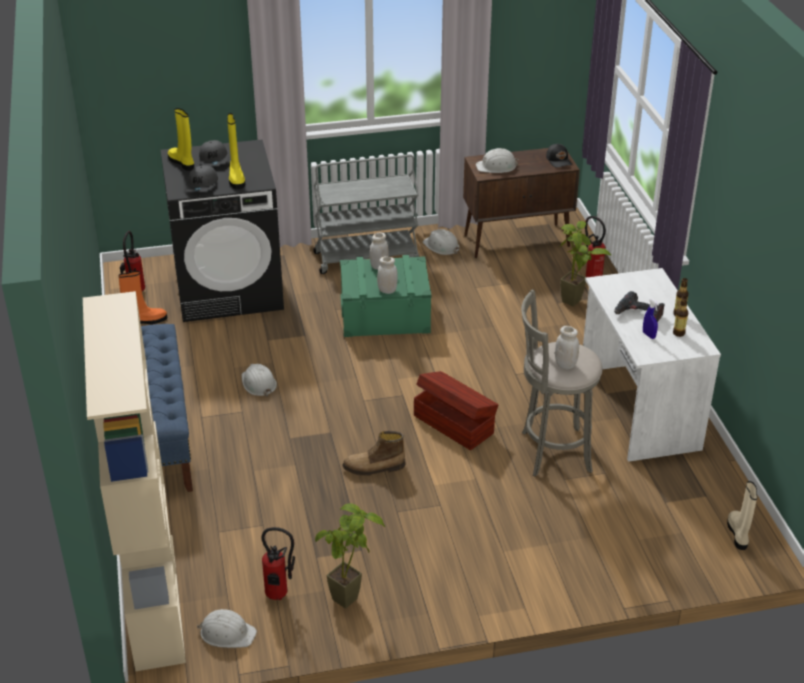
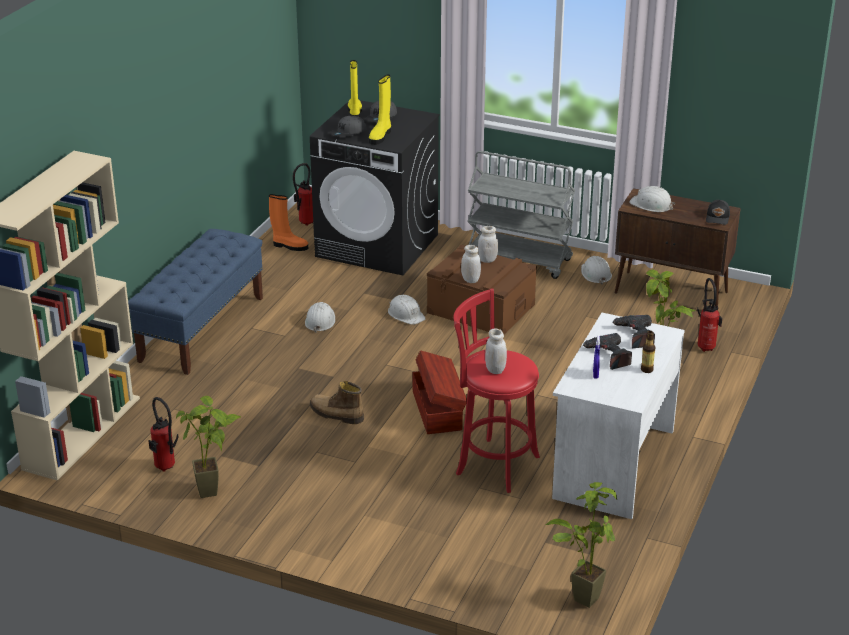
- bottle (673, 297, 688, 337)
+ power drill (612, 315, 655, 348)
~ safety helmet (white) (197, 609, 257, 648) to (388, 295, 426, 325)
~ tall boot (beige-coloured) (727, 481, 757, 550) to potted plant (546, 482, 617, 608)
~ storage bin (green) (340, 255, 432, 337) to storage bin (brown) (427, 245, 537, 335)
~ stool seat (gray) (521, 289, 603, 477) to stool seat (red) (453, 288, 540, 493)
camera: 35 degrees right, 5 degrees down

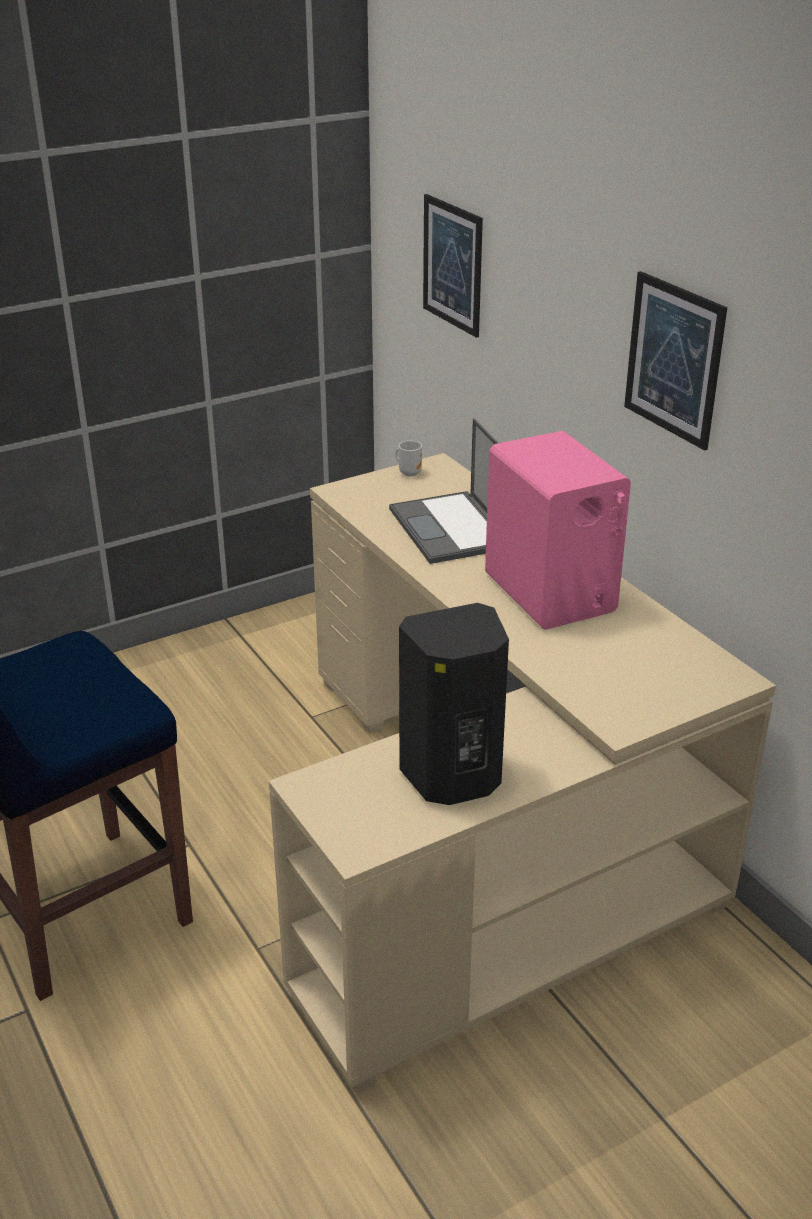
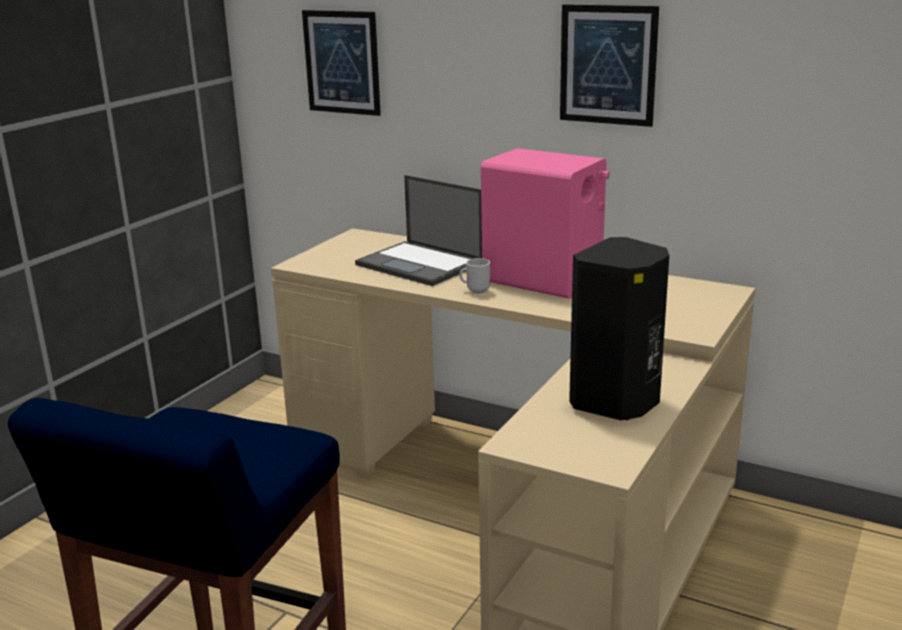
~ coffee mug (395, 441, 422, 477) to (459, 258, 490, 294)
camera: 30 degrees left, 10 degrees down

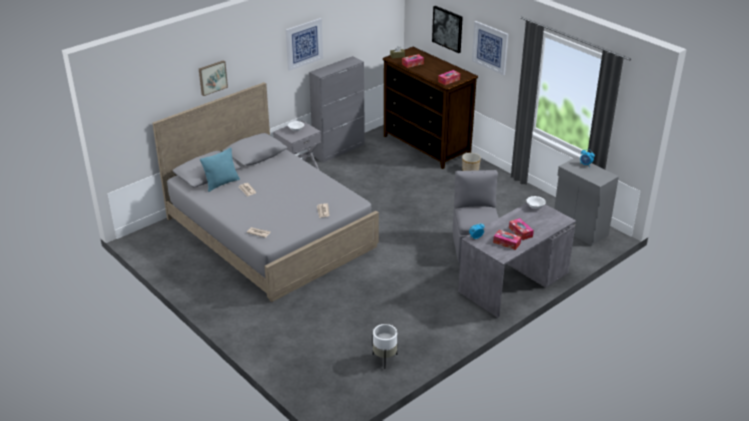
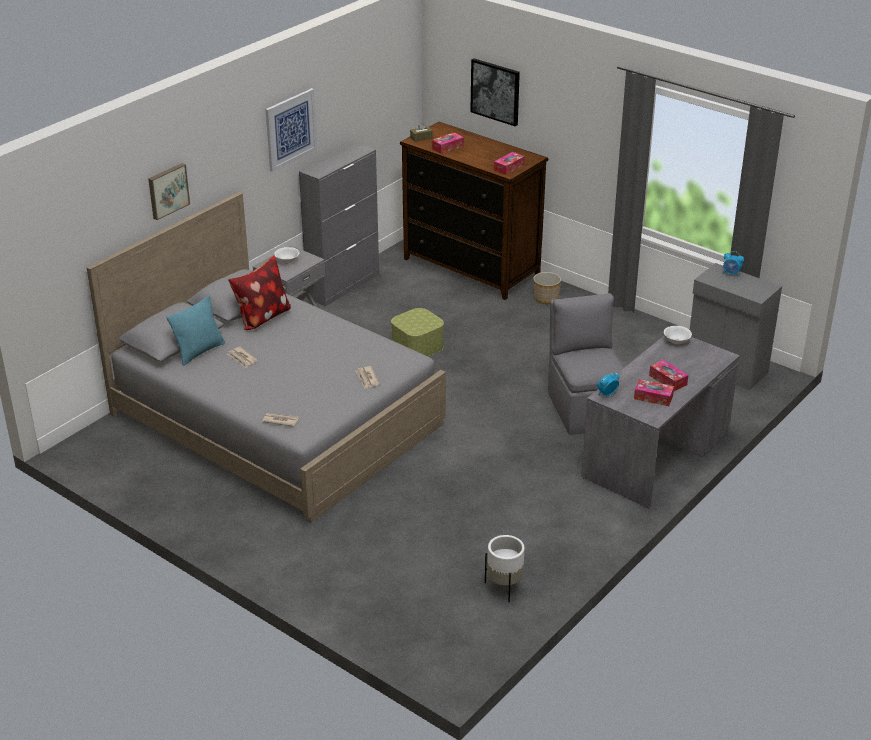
- picture (472, 21, 509, 75)
+ cushion (228, 256, 291, 330)
+ storage bin (391, 308, 444, 357)
camera: 10 degrees left, 0 degrees up

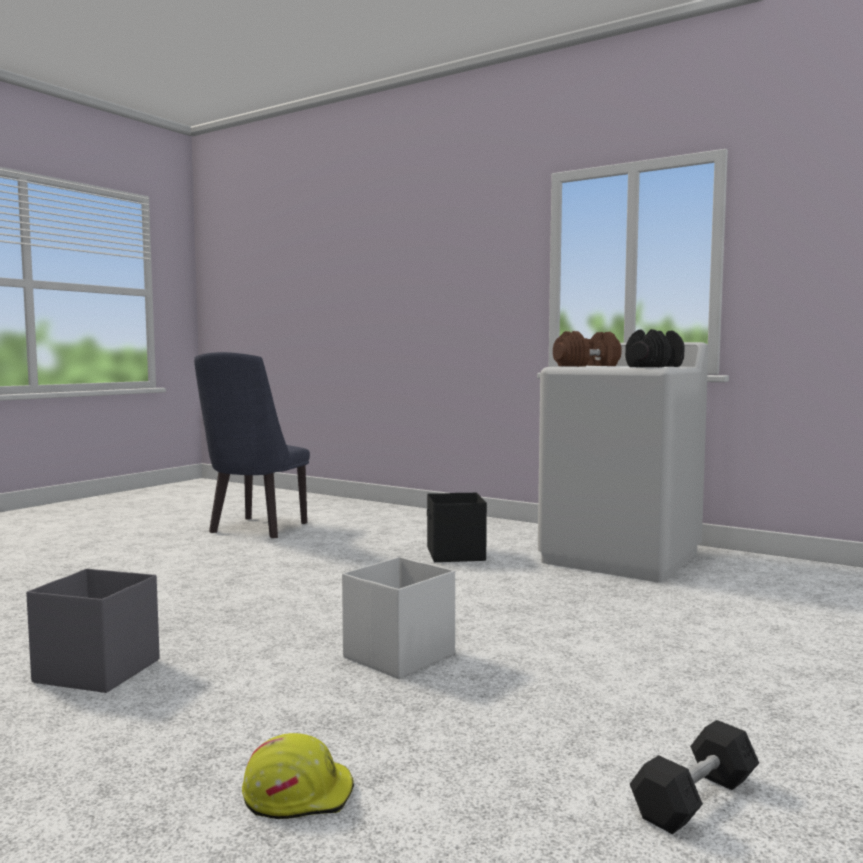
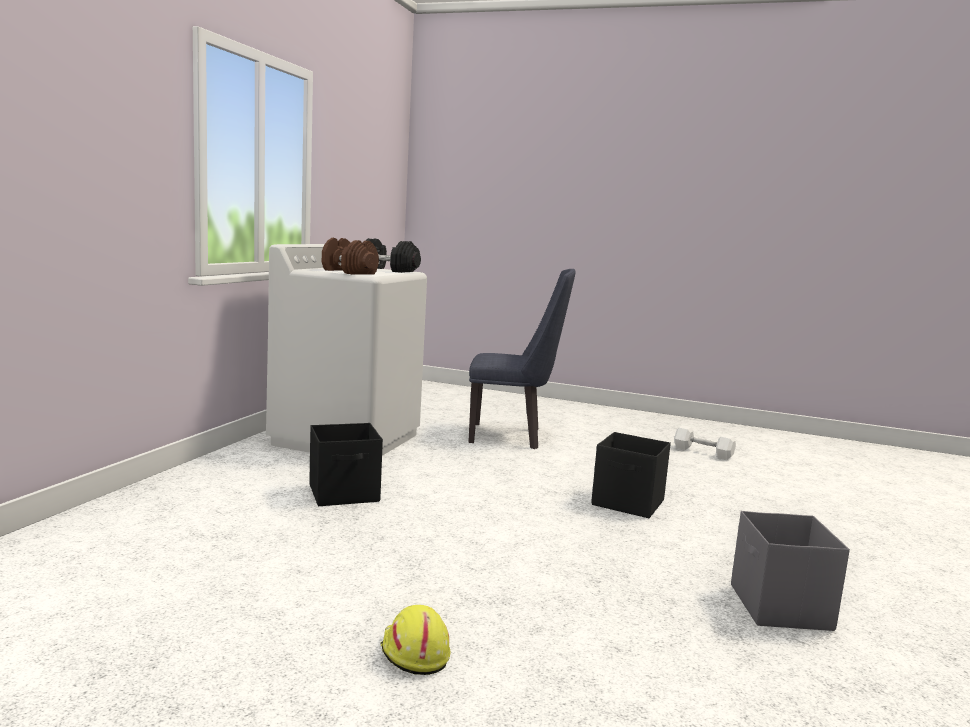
~ upright chair (bluish) (194, 352, 310, 538) to (468, 269, 576, 449)
~ safety helmet (yellowish) (242, 733, 354, 819) to (381, 605, 451, 675)
~ storage bin (white) (342, 557, 455, 679) to storage bin (black) (591, 432, 671, 518)
~ free weight (black) (630, 720, 759, 834) to free weight (white) (674, 425, 736, 460)
camera: 105 degrees left, 5 degrees up

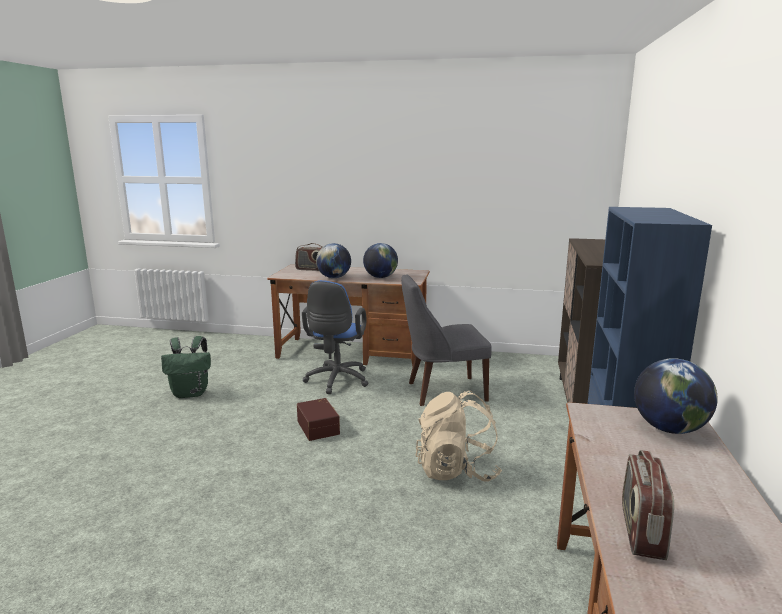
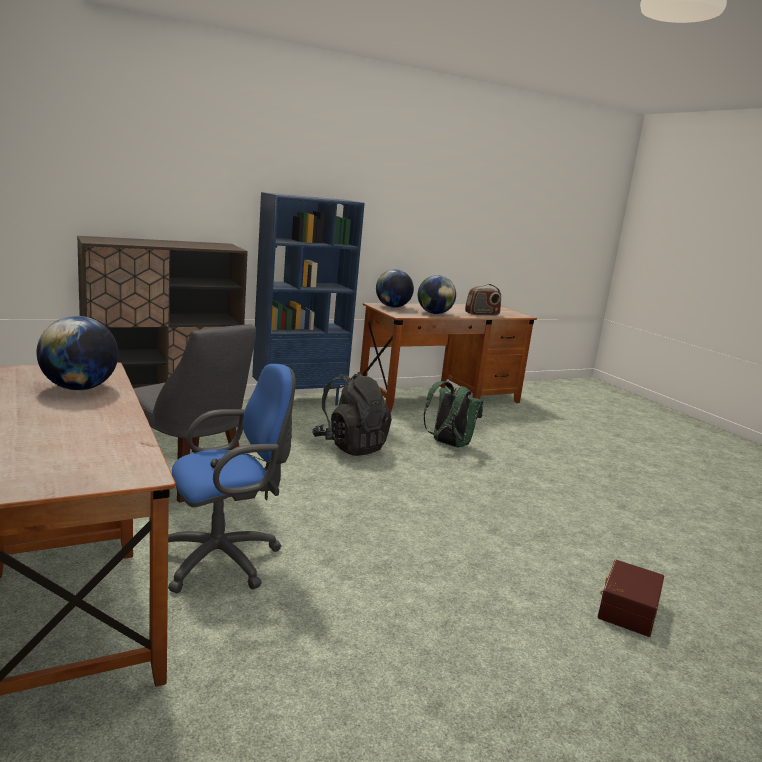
- radio receiver (295, 243, 322, 271)
~ backpack (green) (161, 336, 211, 398) to (423, 381, 484, 447)
~ storage bin (brown) (297, 398, 340, 441) to (597, 560, 664, 637)
~ world globe (316, 243, 351, 278) to (418, 275, 456, 314)
~ backpack (beige-coloured) (415, 391, 502, 481) to backpack (black) (312, 372, 392, 456)
camera: 130 degrees left, 0 degrees up

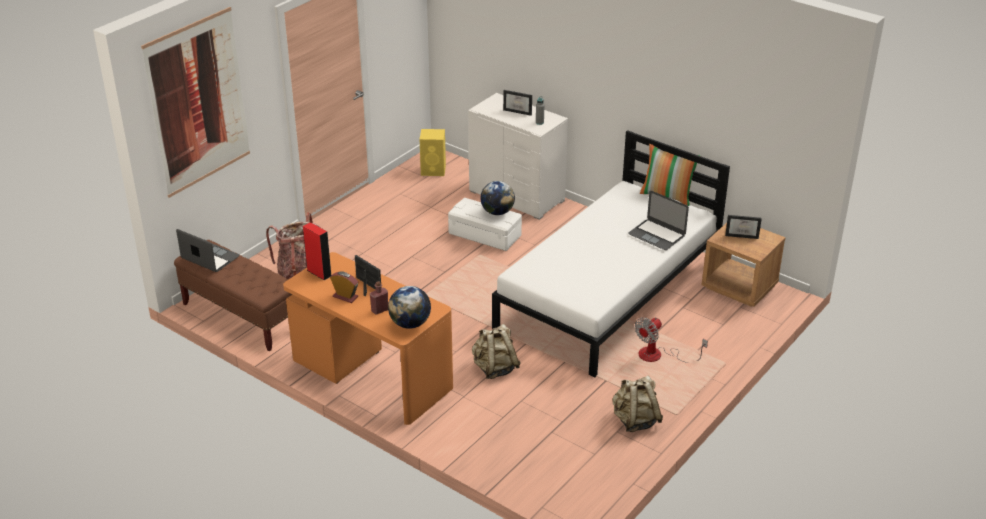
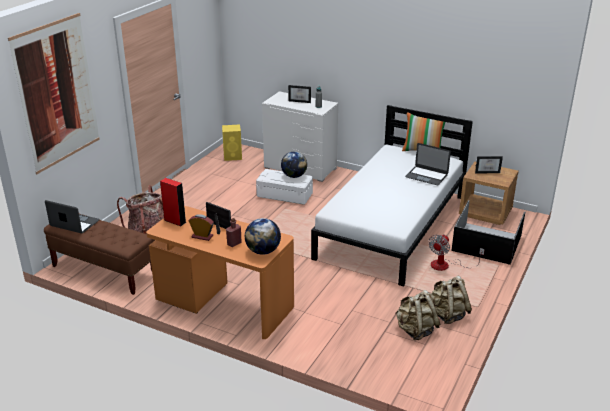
+ storage bin (black) (451, 200, 525, 265)
~ backpack (beige-coloured) (472, 324, 521, 379) to (396, 290, 440, 340)
camera: 10 degrees left, 5 degrees down

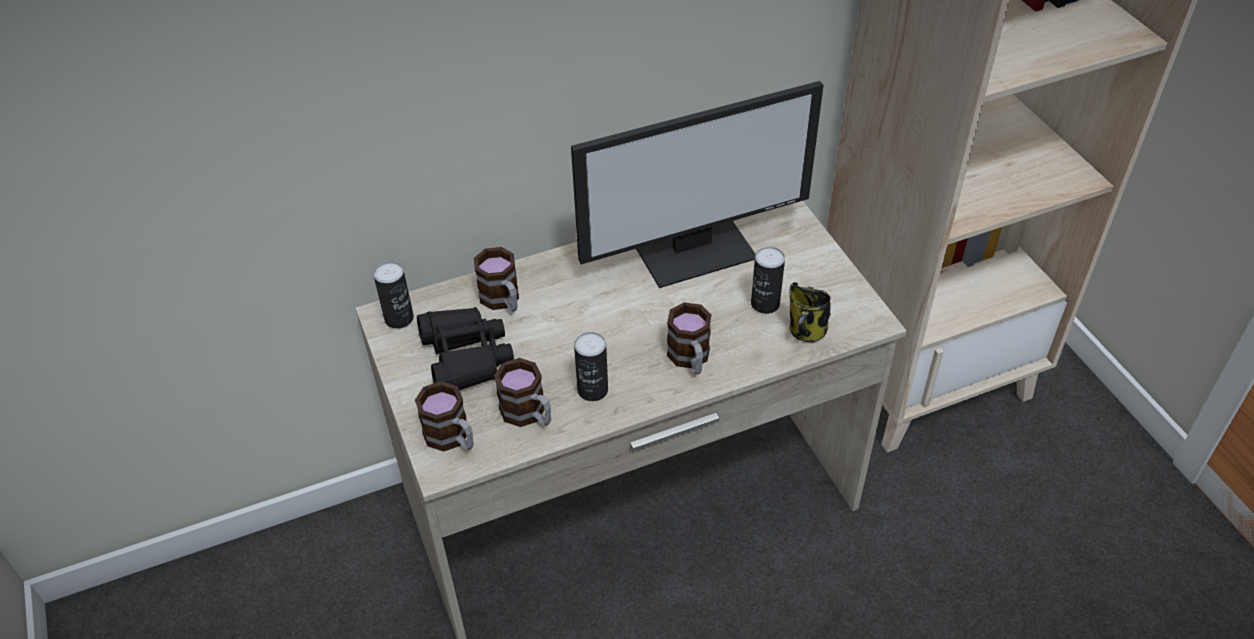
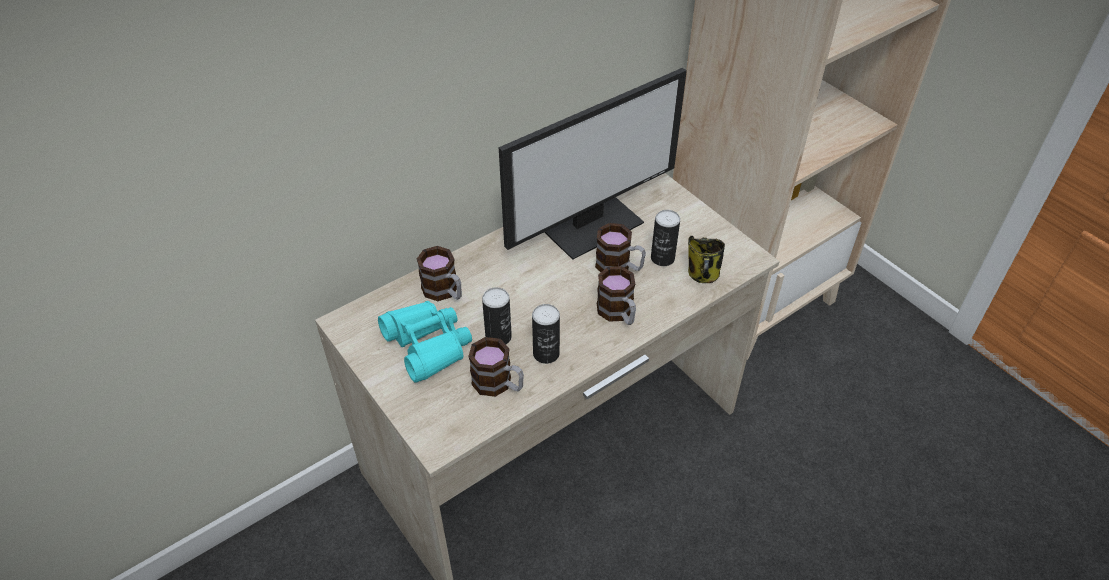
~ metal can (373, 261, 414, 329) to (482, 287, 512, 344)
~ coffee mug (415, 381, 474, 452) to (595, 223, 646, 272)
~ field glasses (black) (417, 307, 514, 390) to field glasses (blue-green) (378, 301, 472, 383)
camera: 15 degrees left, 0 degrees up

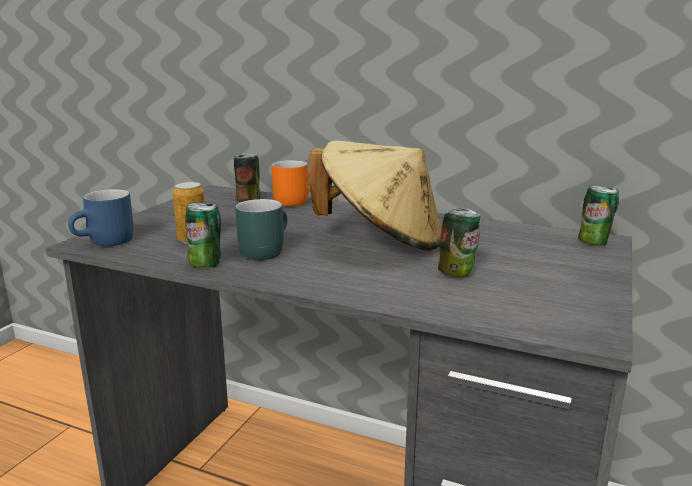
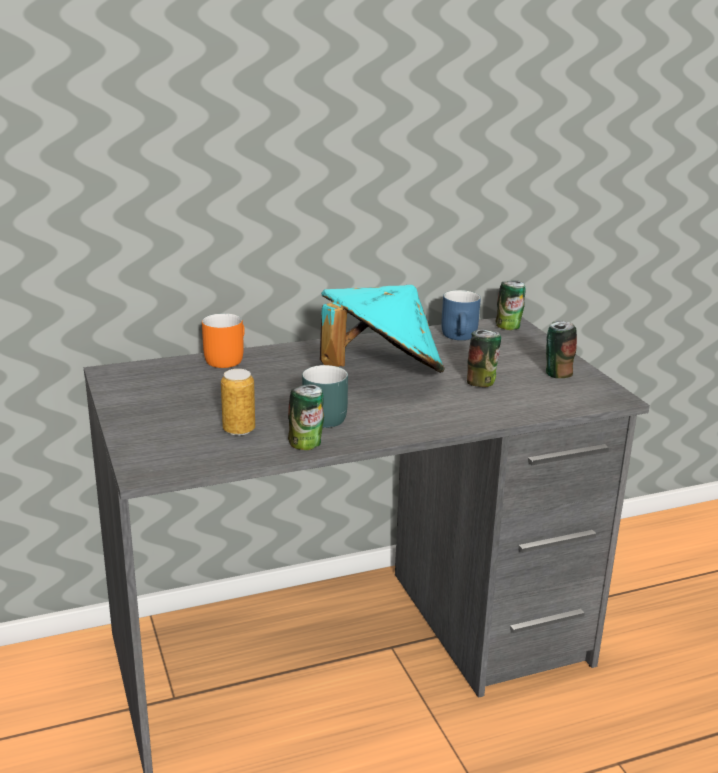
~ coffee mug (bluish) (68, 189, 134, 246) to (441, 290, 481, 340)
~ metal can (234, 154, 261, 202) to (546, 320, 577, 378)
~ clothing hat (beige-coloured) (310, 141, 442, 251) to clothing hat (blue-green) (320, 285, 445, 373)
camera: 45 degrees left, 5 degrees up

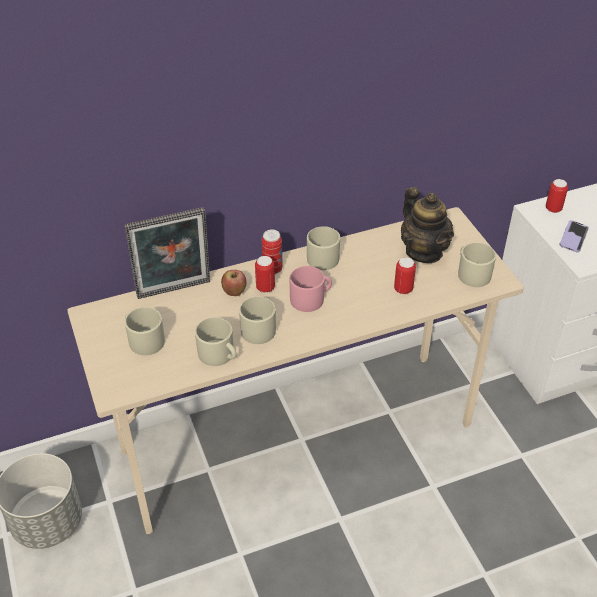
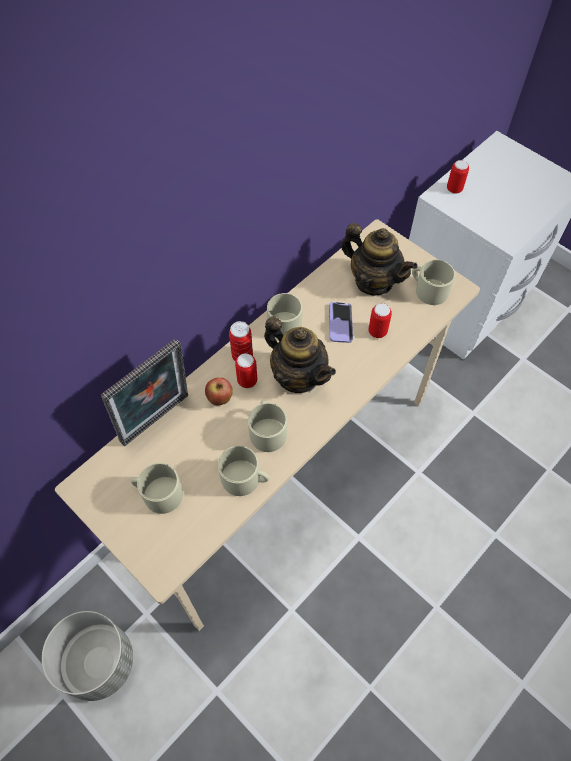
~ handset (559, 220, 589, 252) to (329, 302, 353, 343)
~ coffee mug (pinkish) (290, 266, 332, 312) to teapot (264, 316, 336, 393)
camera: 25 degrees left, 15 degrees up

